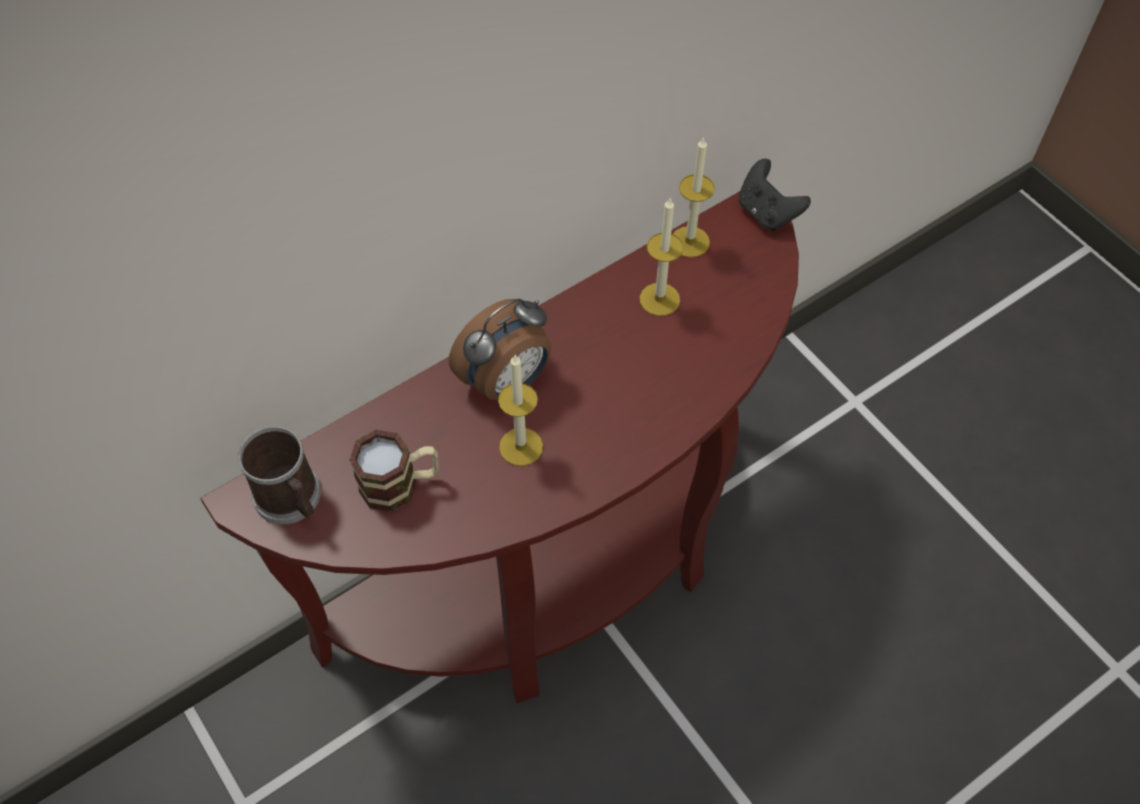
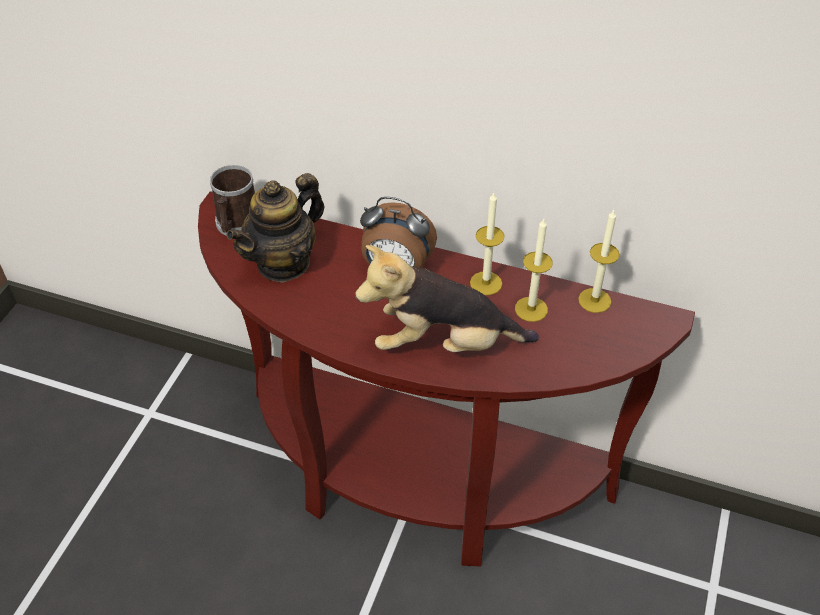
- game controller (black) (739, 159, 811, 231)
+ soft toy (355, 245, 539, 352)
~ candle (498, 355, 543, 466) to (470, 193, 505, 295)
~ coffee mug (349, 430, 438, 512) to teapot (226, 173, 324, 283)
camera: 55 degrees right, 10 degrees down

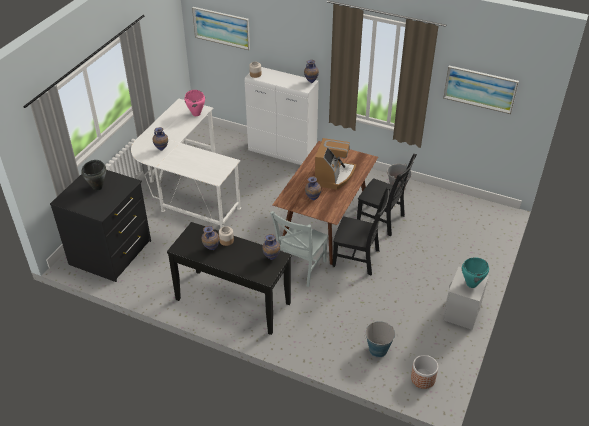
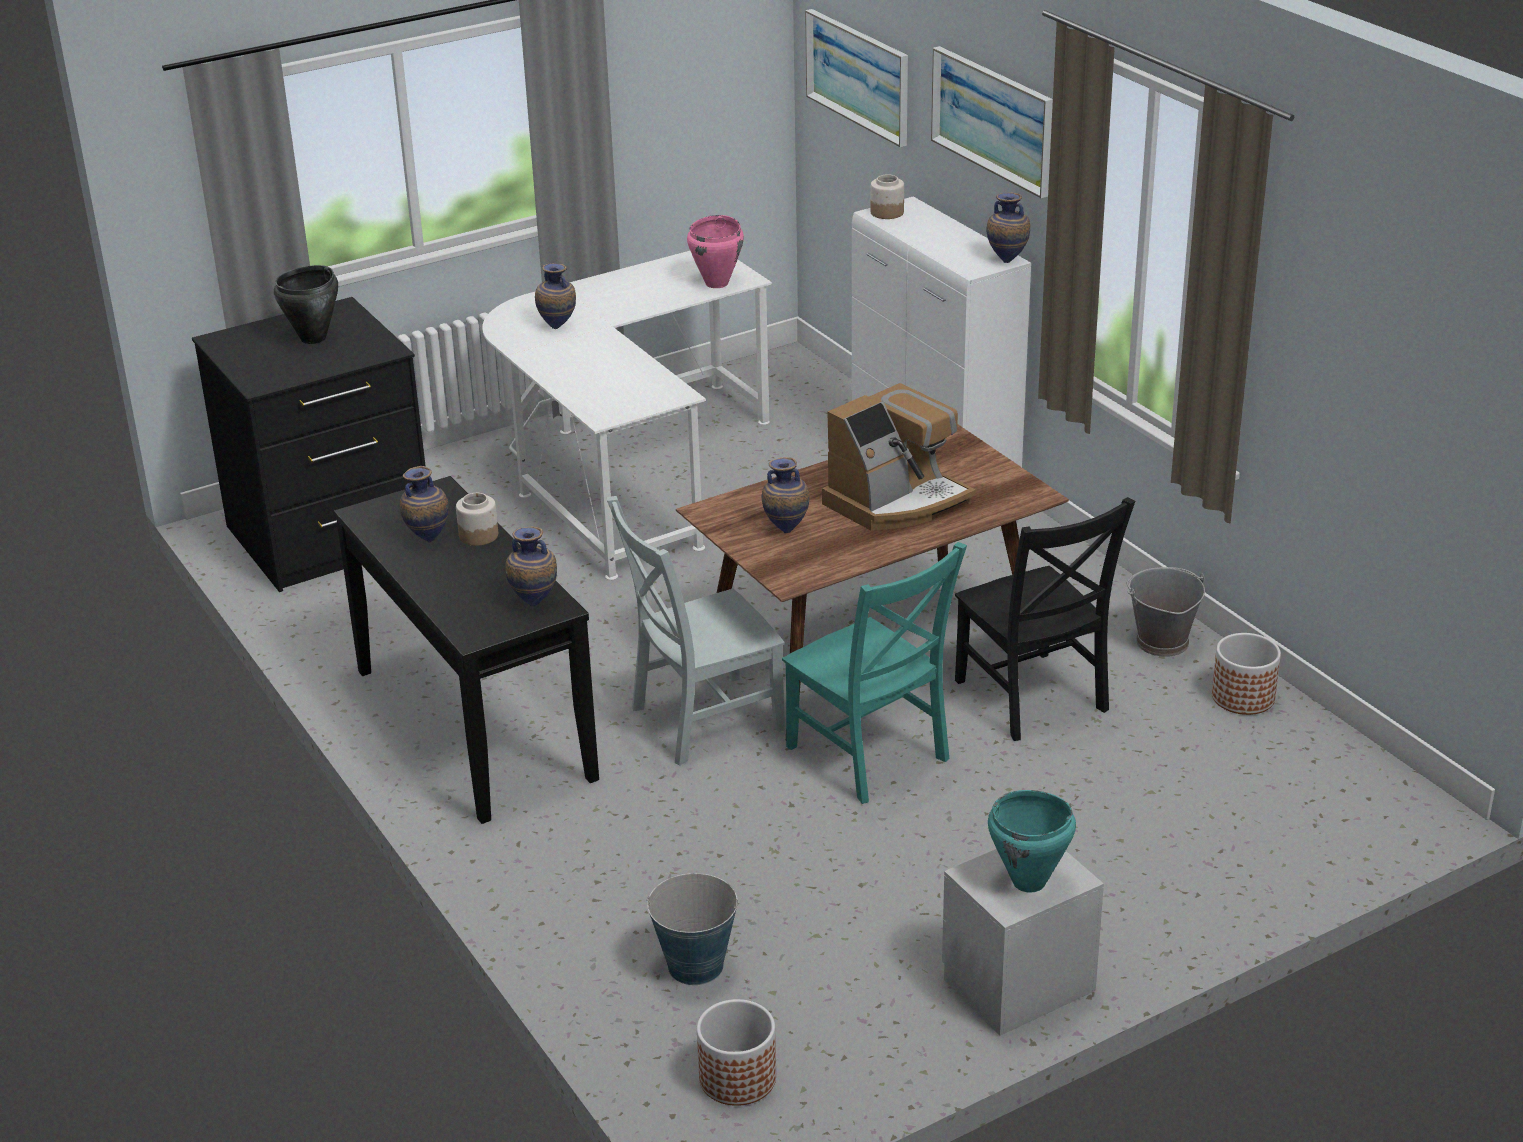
+ planter (1212, 633, 1281, 715)
~ picture (443, 65, 519, 114) to (931, 46, 1053, 198)
~ upright chair (black) (332, 187, 390, 276) to upright chair (blue-green) (782, 542, 967, 804)
camera: 35 degrees right, 10 degrees down

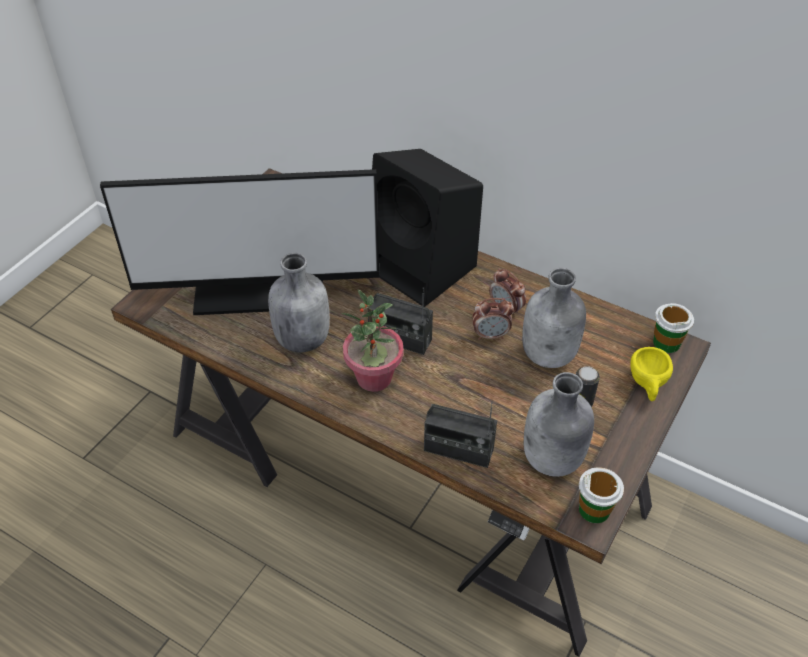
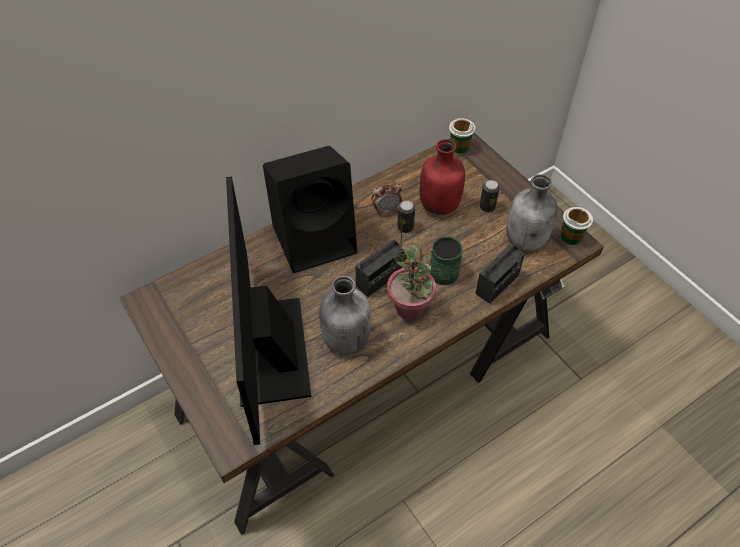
- drinking cup (yellowish) (630, 347, 673, 401)
+ coffee mug (green) (430, 236, 463, 285)
~ table clock (473, 298, 514, 340) to metal can (397, 200, 415, 233)
~ bottle (gray) (522, 268, 586, 368) to bottle (red) (420, 139, 465, 215)
~ computer screen (100, 169, 379, 315) = (226, 177, 312, 445) 150 degrees clockwise
camera: 65 degrees left, 5 degrees up

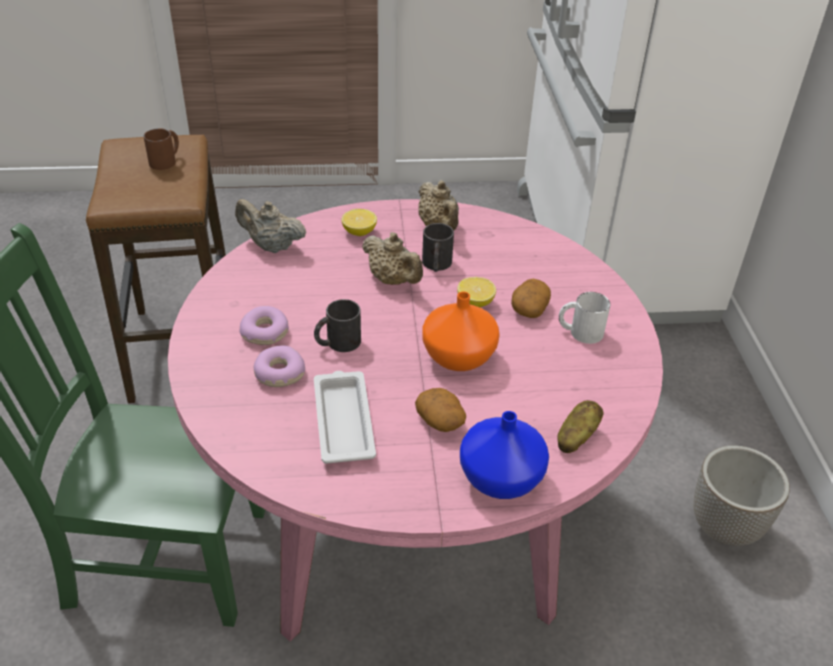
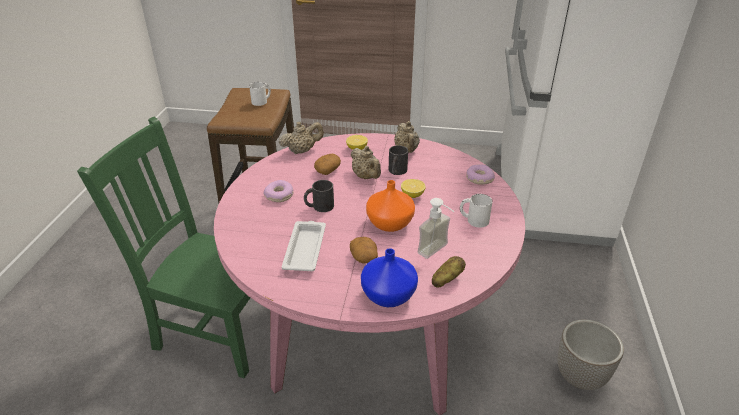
+ soap bottle (418, 198, 455, 259)
~ donut (254, 345, 305, 387) to (466, 164, 495, 185)
~ potato (511, 279, 551, 318) to (314, 154, 341, 175)
~ coffee mug (brown) (143, 128, 179, 170) to coffee mug (white) (249, 82, 271, 106)
~ teapot (beige-coloured) (235, 199, 306, 253) = (279, 121, 324, 154) 120 degrees clockwise
camera: 15 degrees right, 5 degrees down

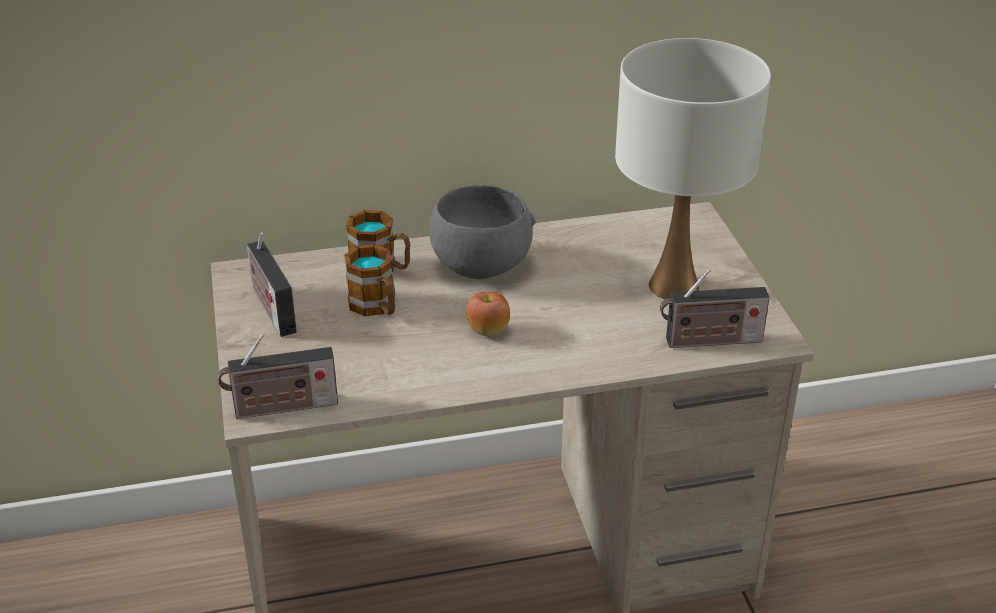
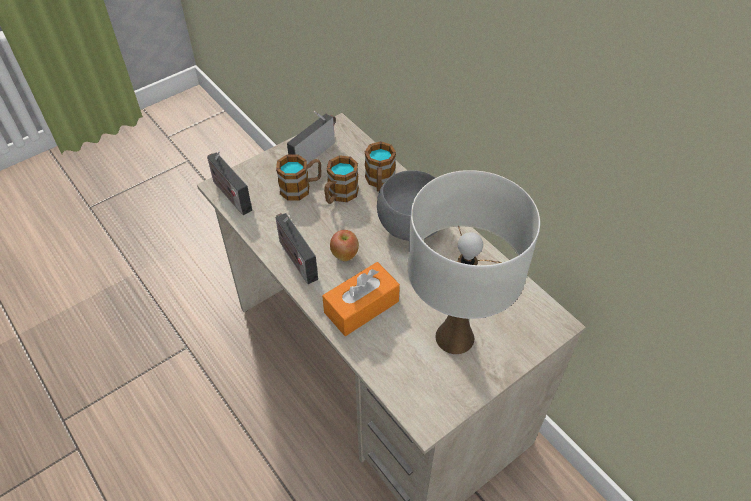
+ coffee mug (276, 155, 321, 201)
+ box of tissues (orange) (322, 262, 400, 336)
~ radio receiver (660, 269, 769, 348) to (276, 213, 318, 284)
camera: 65 degrees right, 15 degrees up

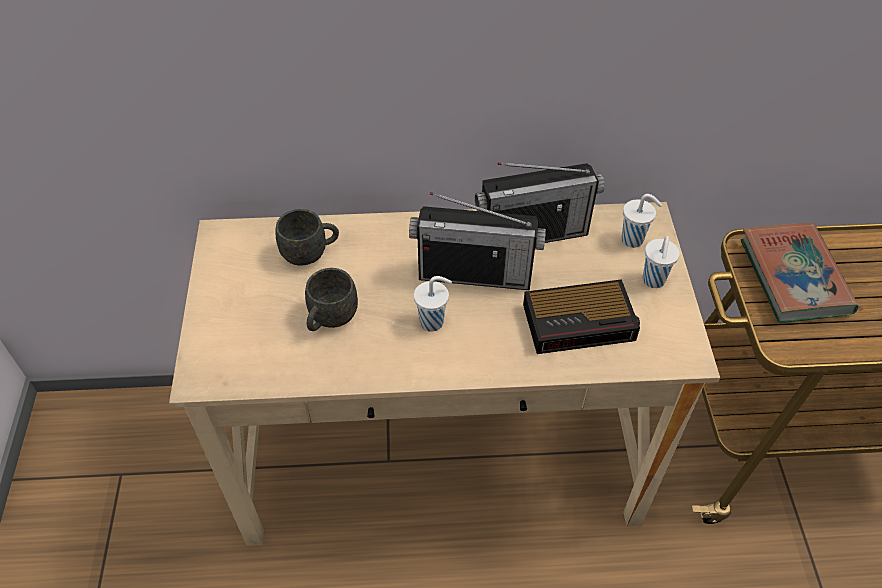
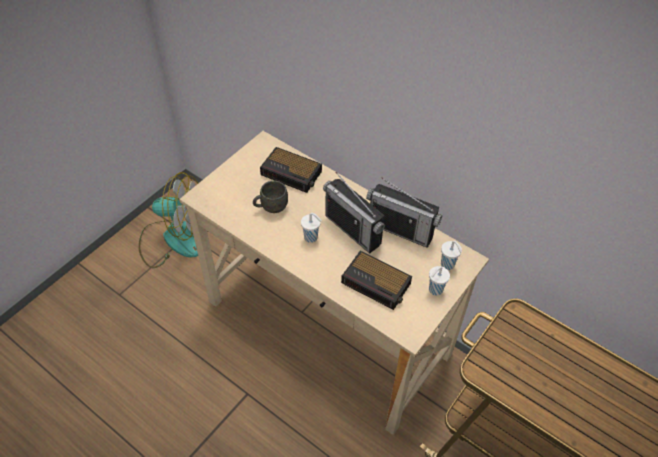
- bound book (741, 223, 859, 323)
+ cooling fan (139, 172, 198, 268)
~ coffee mug (gray) (275, 209, 339, 266) to table clock (260, 147, 322, 193)
camera: 40 degrees right, 0 degrees up

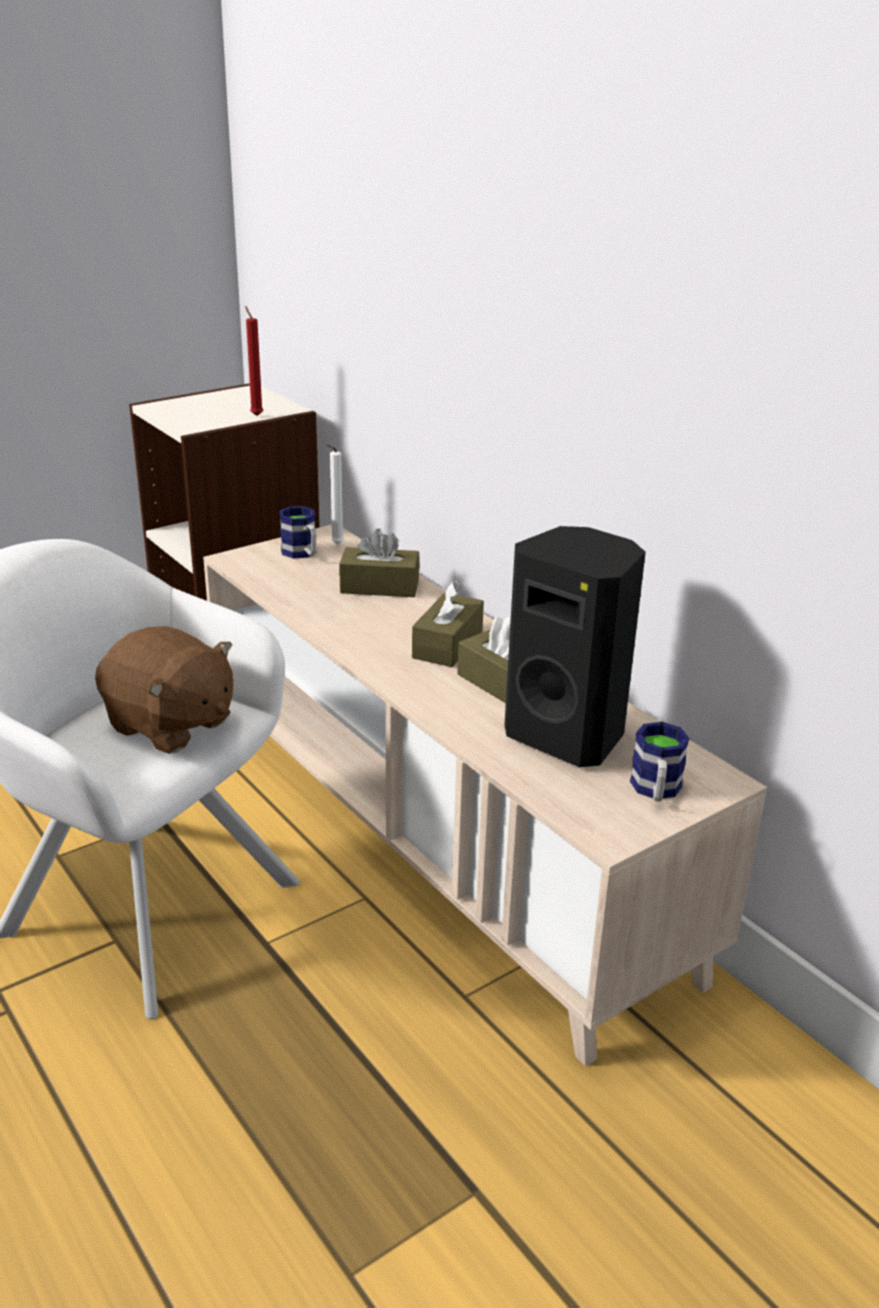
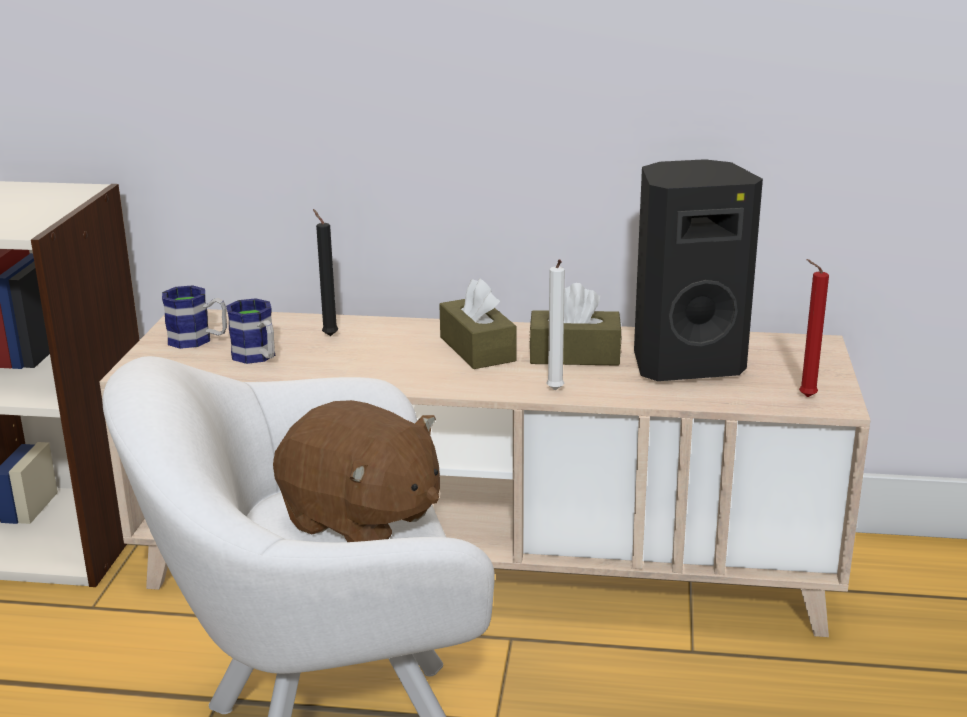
~ candle (red) (245, 306, 264, 416) to (799, 259, 829, 397)
~ candle (white) (327, 445, 344, 544) to (546, 259, 565, 390)
~ coffee mug (630, 722, 690, 802) to (226, 298, 275, 364)
~ box of tissues (brown) (339, 528, 420, 597) to candle (black) (313, 209, 338, 336)
~ soft toy (brown) (95, 626, 233, 754) = (273, 400, 440, 542) 45 degrees clockwise
camera: 45 degrees left, 5 degrees down

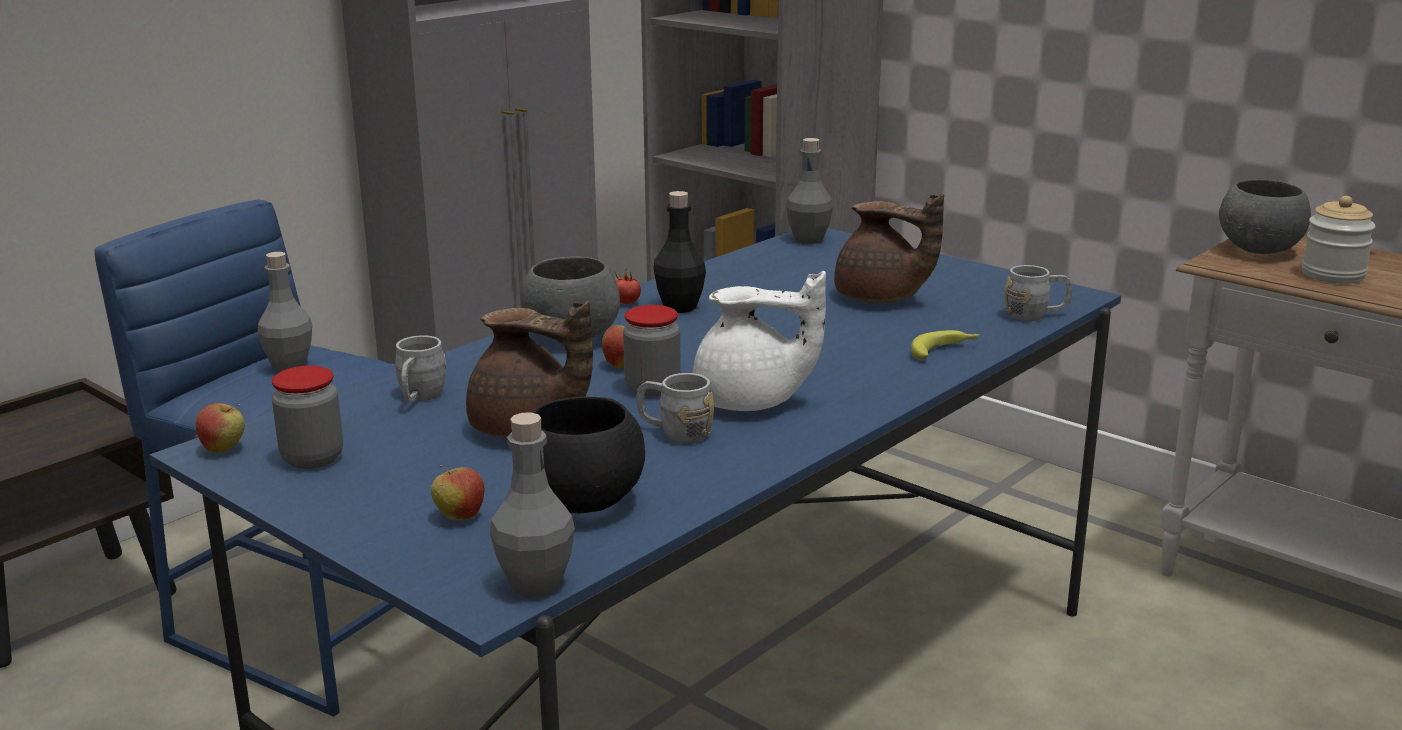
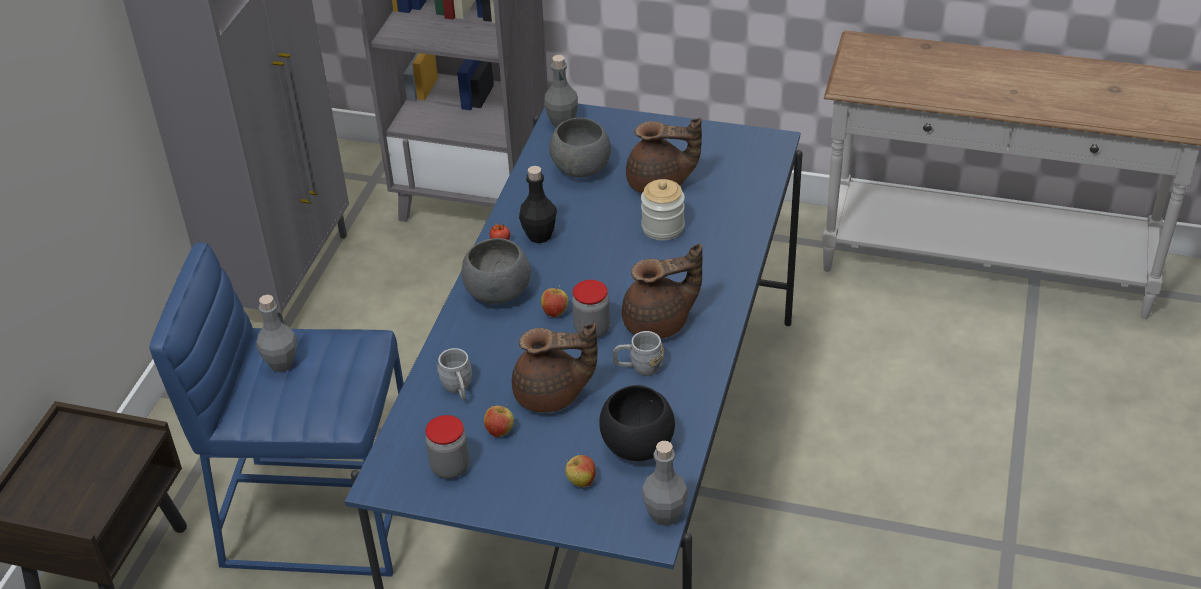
- whole banana (911, 330, 980, 360)
- coffee mug (gray) (1005, 265, 1073, 322)
~ whole apple (196, 403, 245, 453) to (484, 404, 514, 437)
~ deep dish (gray) (1219, 179, 1311, 254) to (549, 118, 611, 177)
~ storage jar (1302, 196, 1376, 283) to (641, 179, 685, 241)
~ teapot (white) (693, 271, 826, 411) to teapot (brown) (622, 243, 702, 339)
camera: 25 degrees left, 20 degrees up

